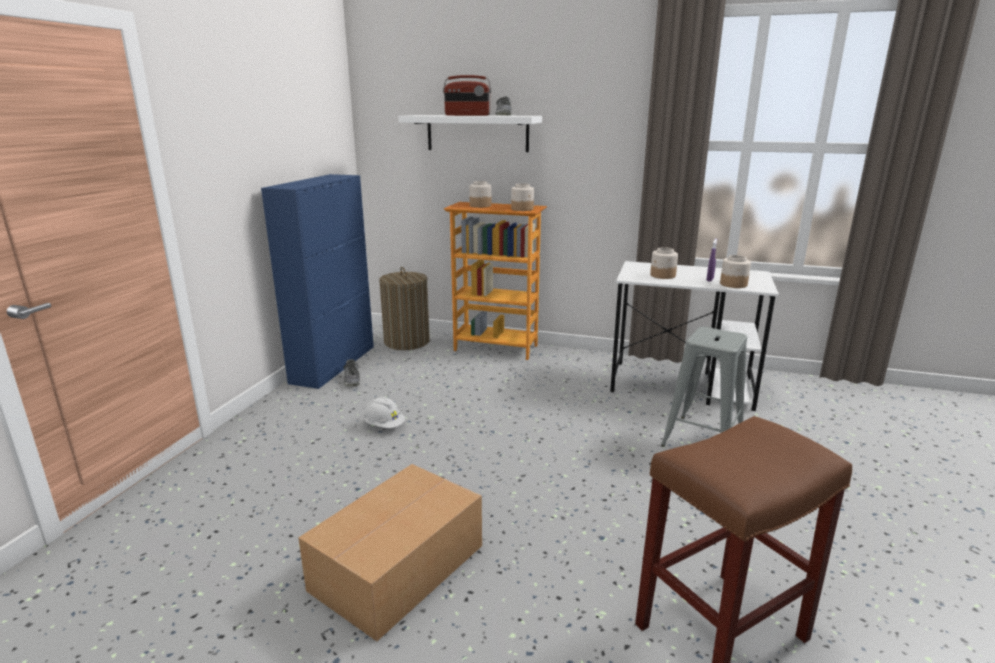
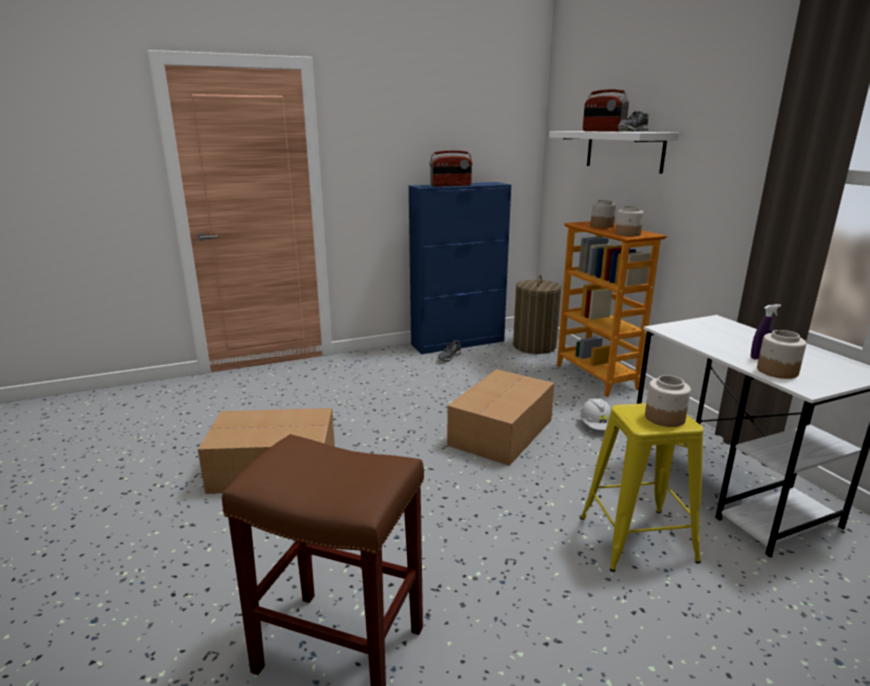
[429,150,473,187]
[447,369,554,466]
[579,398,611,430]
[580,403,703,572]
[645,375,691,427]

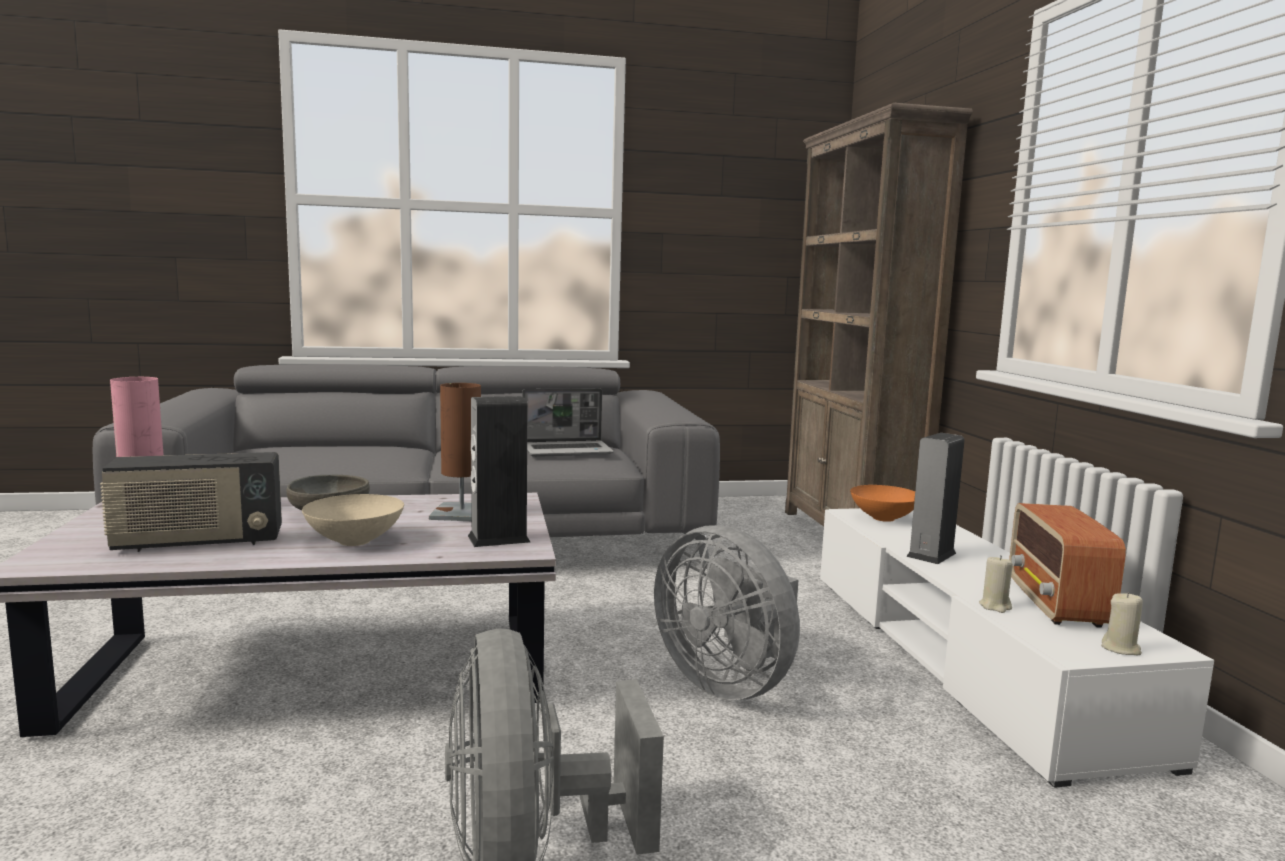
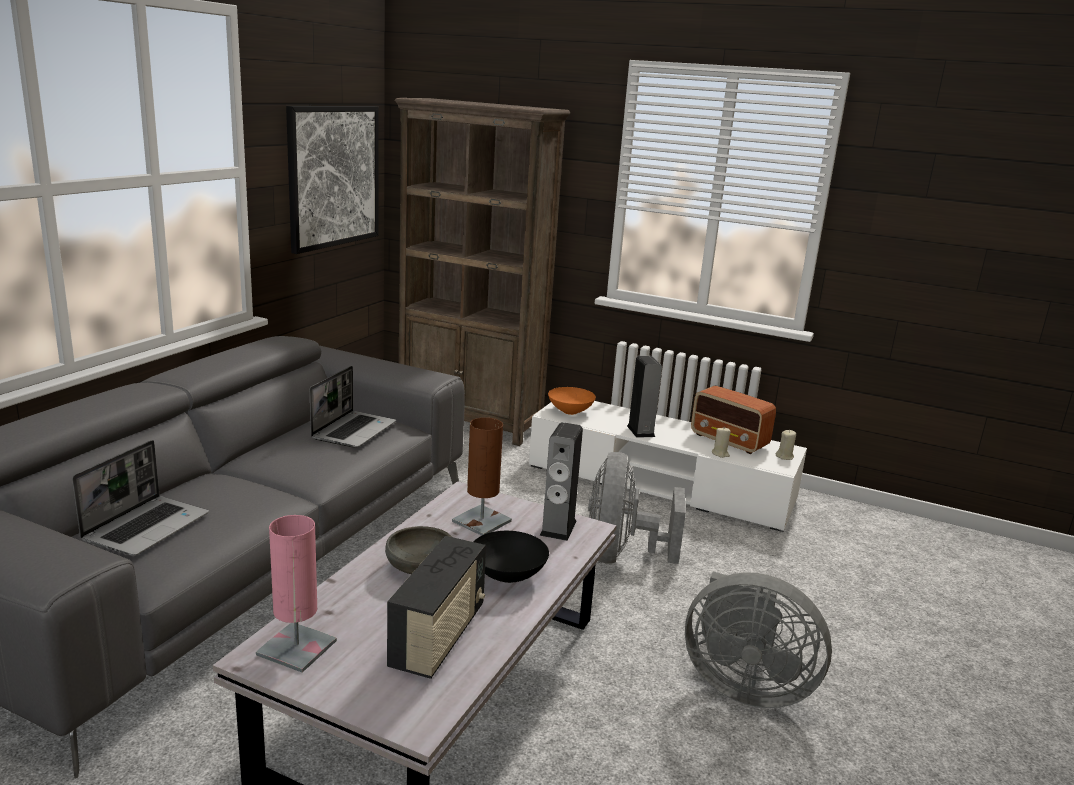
[72,440,209,556]
[286,106,379,254]
[474,531,549,583]
[588,452,686,564]

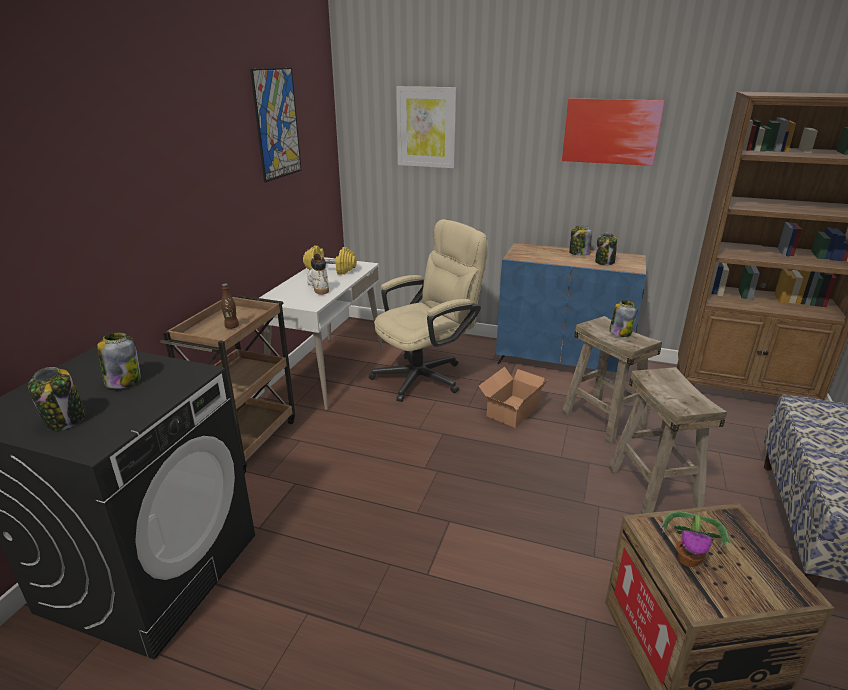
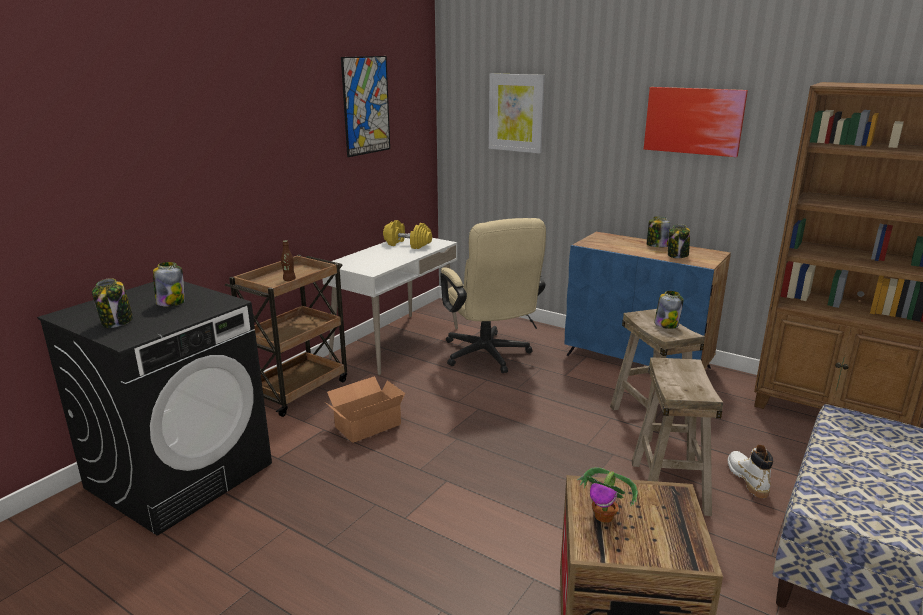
[325,376,406,443]
[440,218,546,373]
[727,445,773,498]

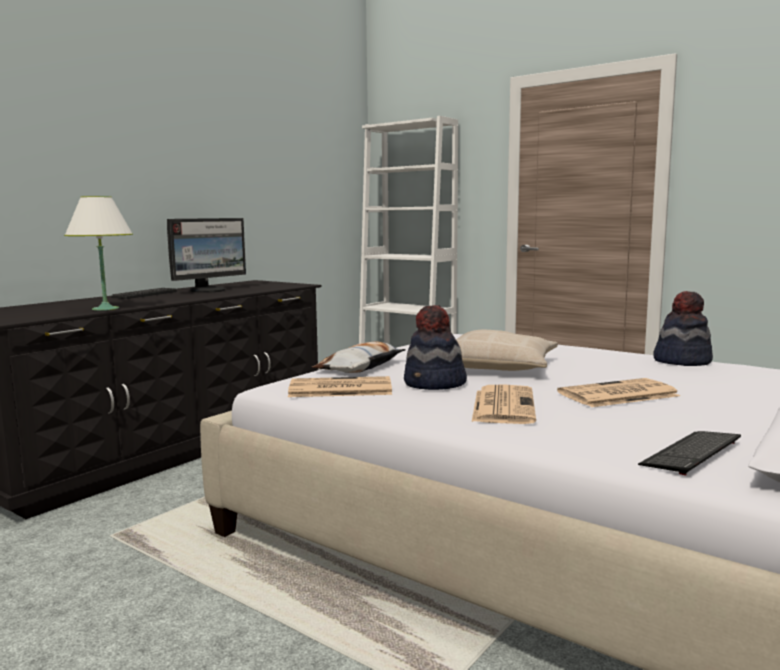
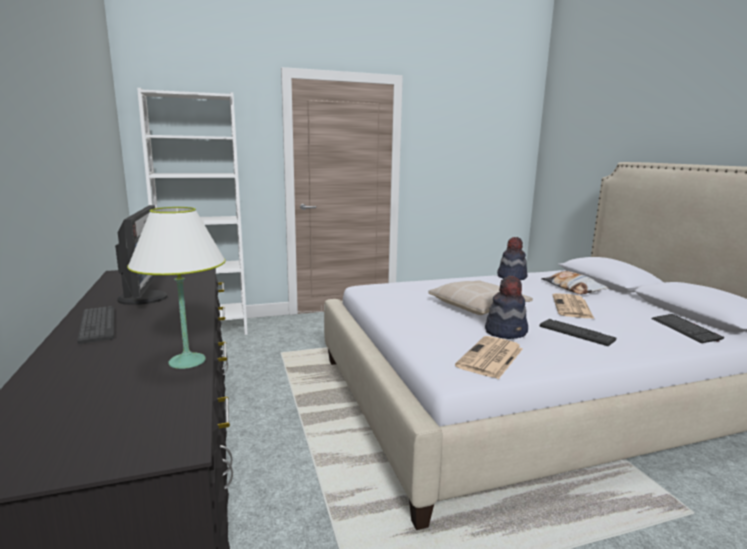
[540,319,616,346]
[541,271,608,295]

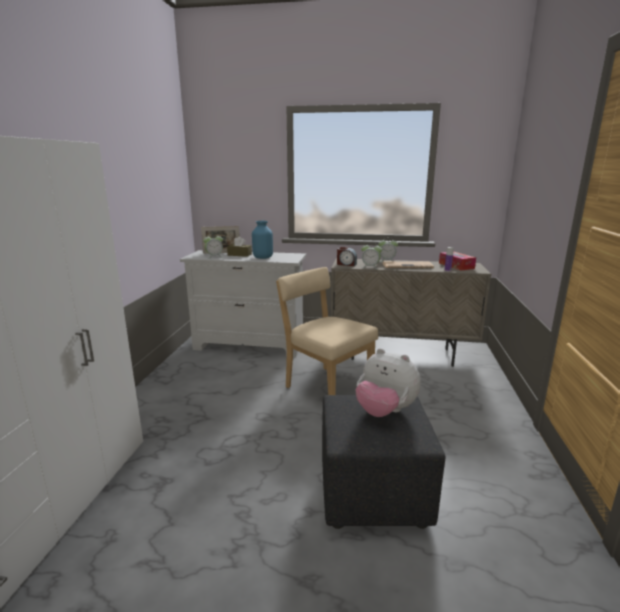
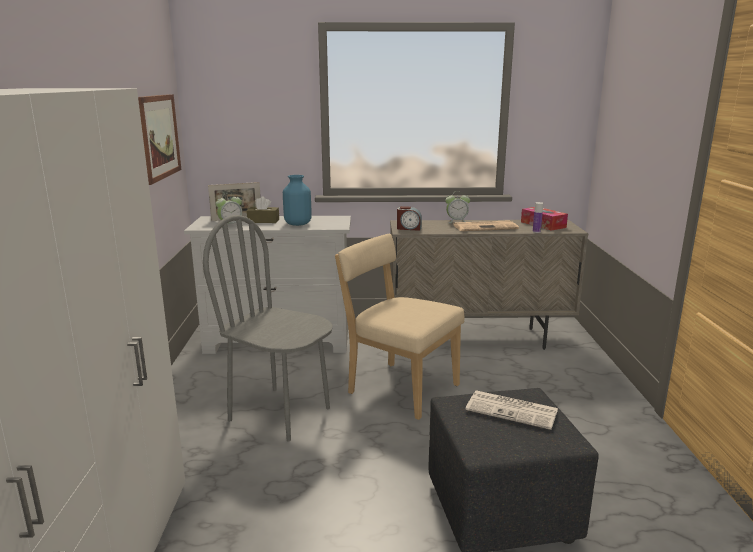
[138,94,181,185]
[203,215,333,441]
[465,391,558,430]
[361,242,382,269] (first image)

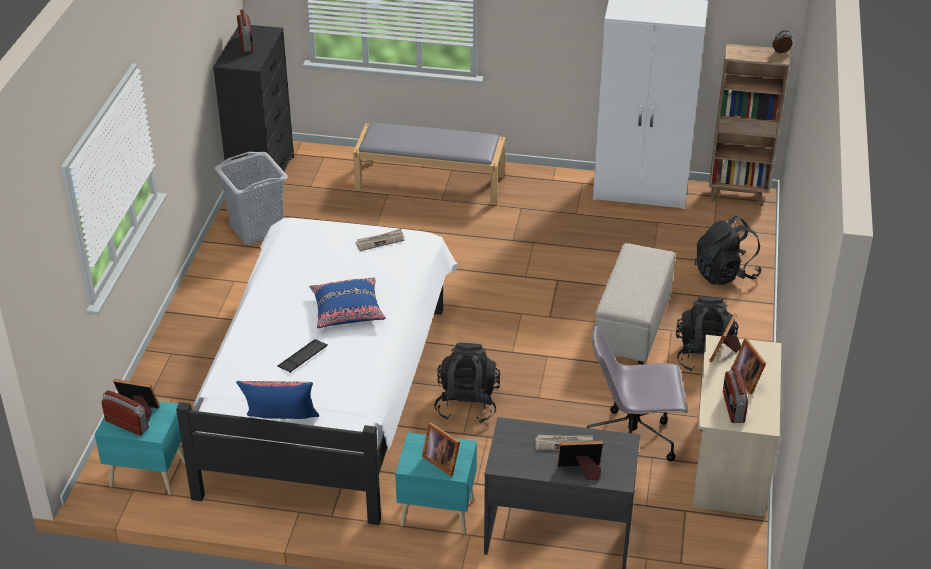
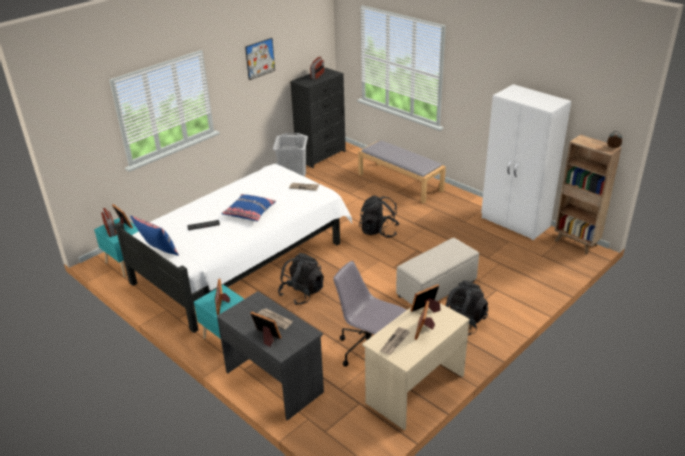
[245,38,275,80]
[359,195,400,238]
[380,327,410,355]

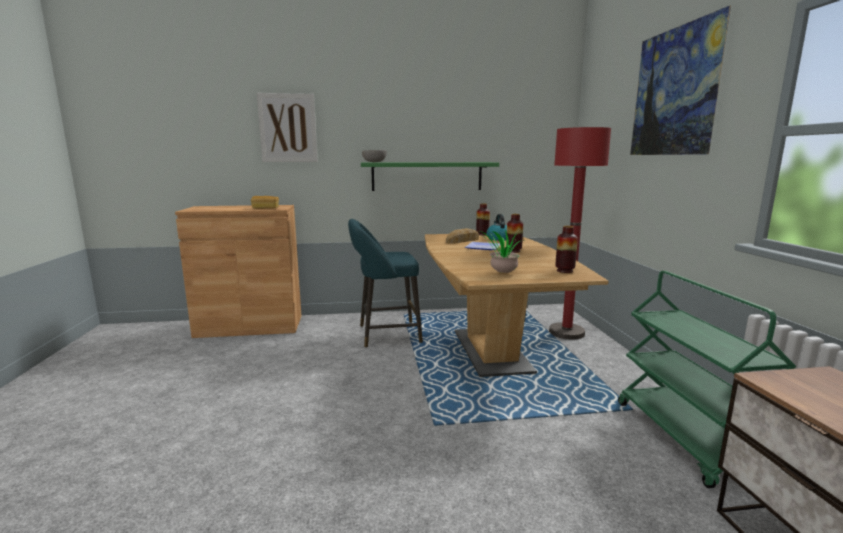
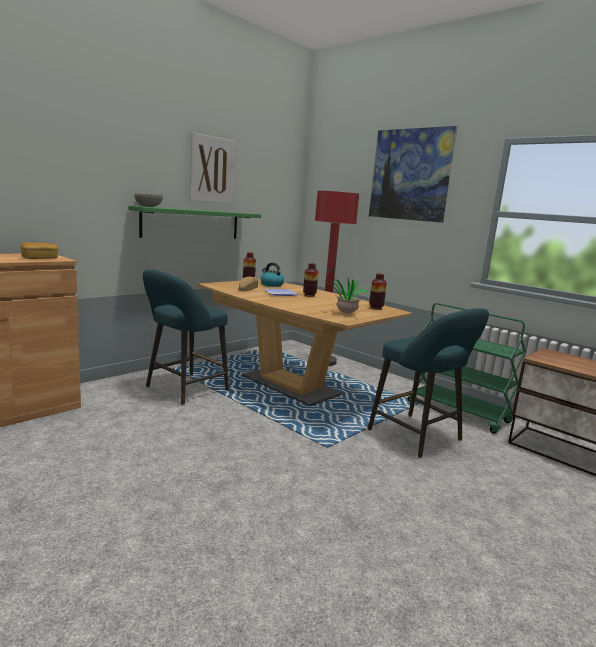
[189,132,235,204]
[368,308,489,458]

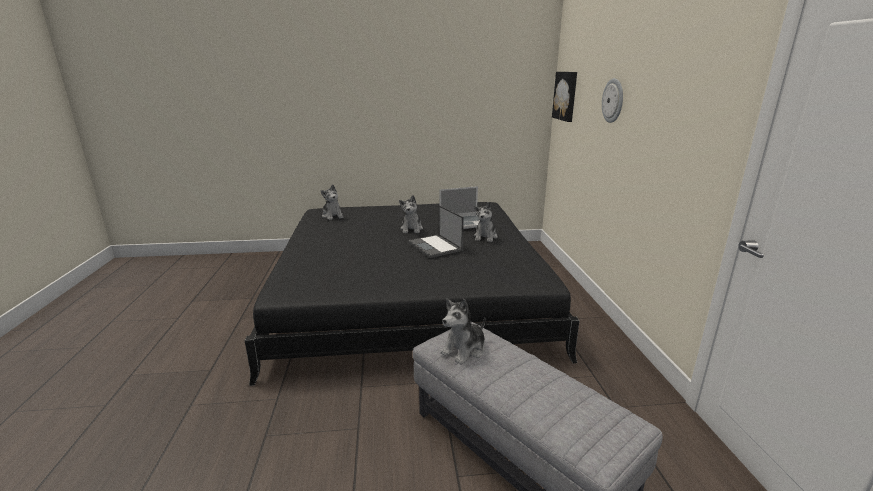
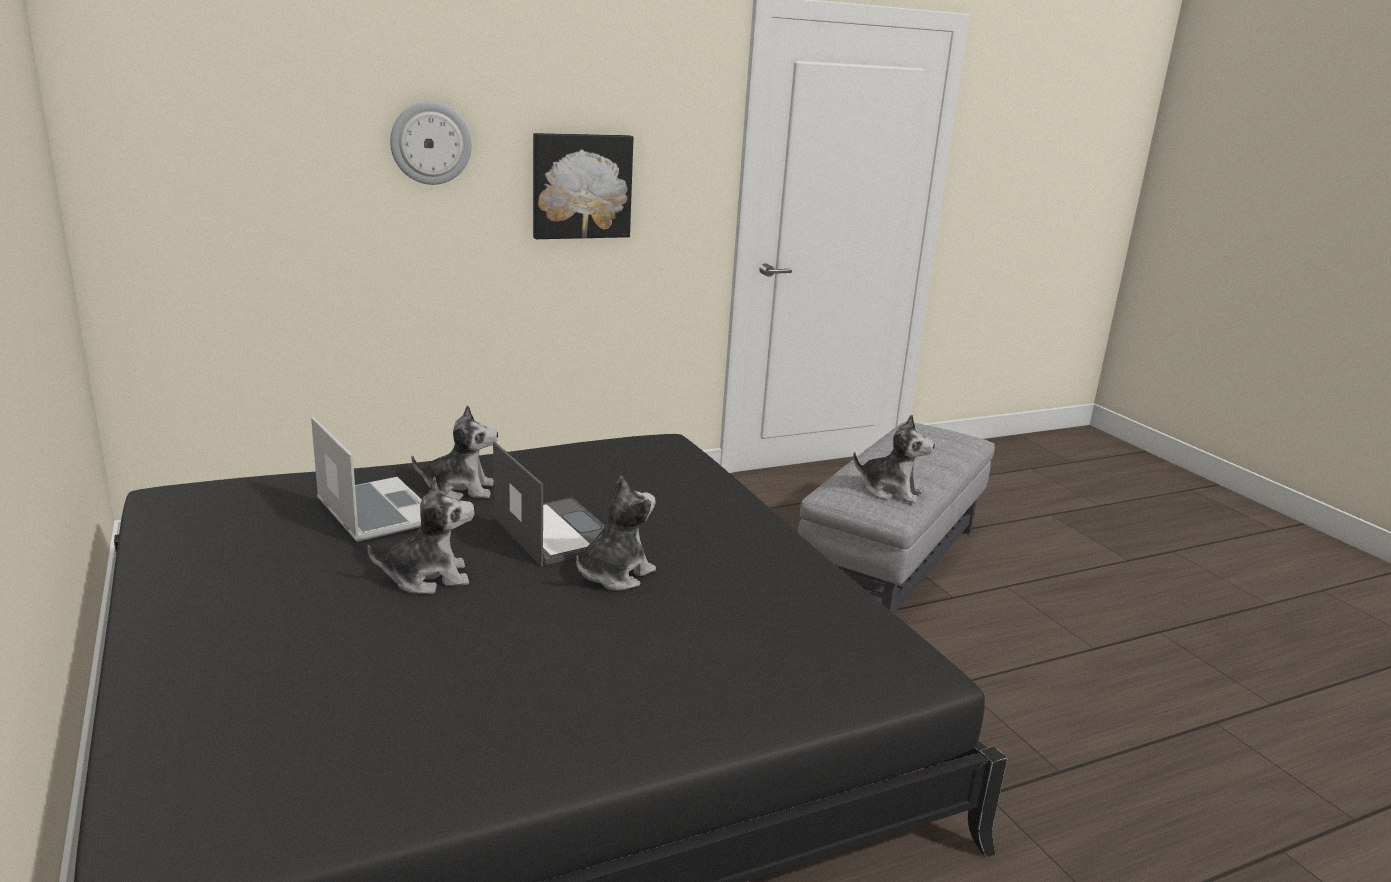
[493,442,605,566]
[533,133,633,239]
[576,475,656,591]

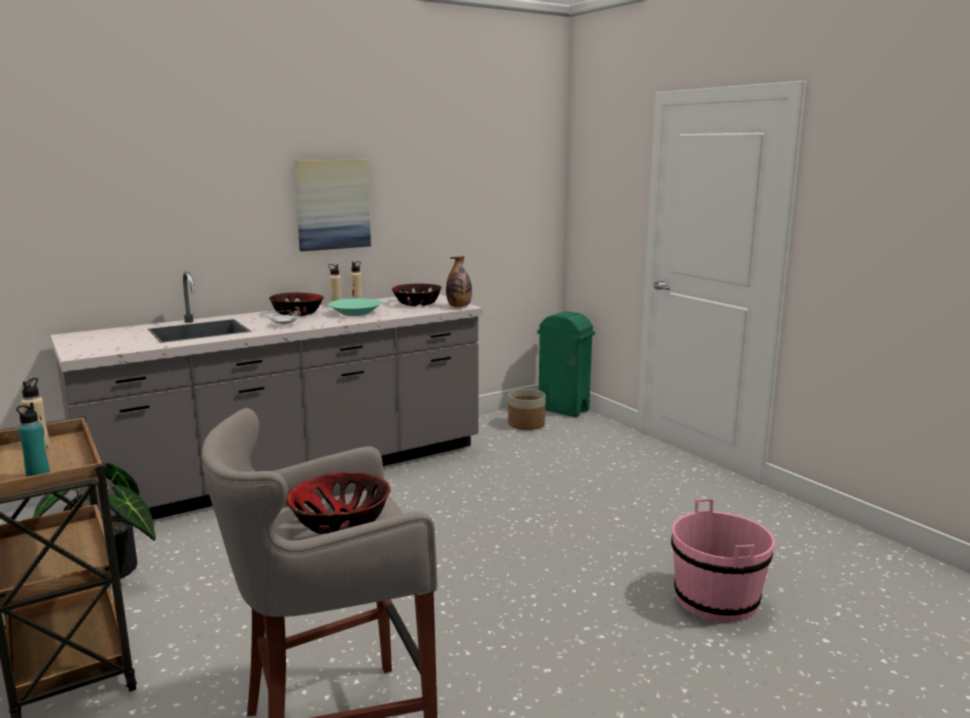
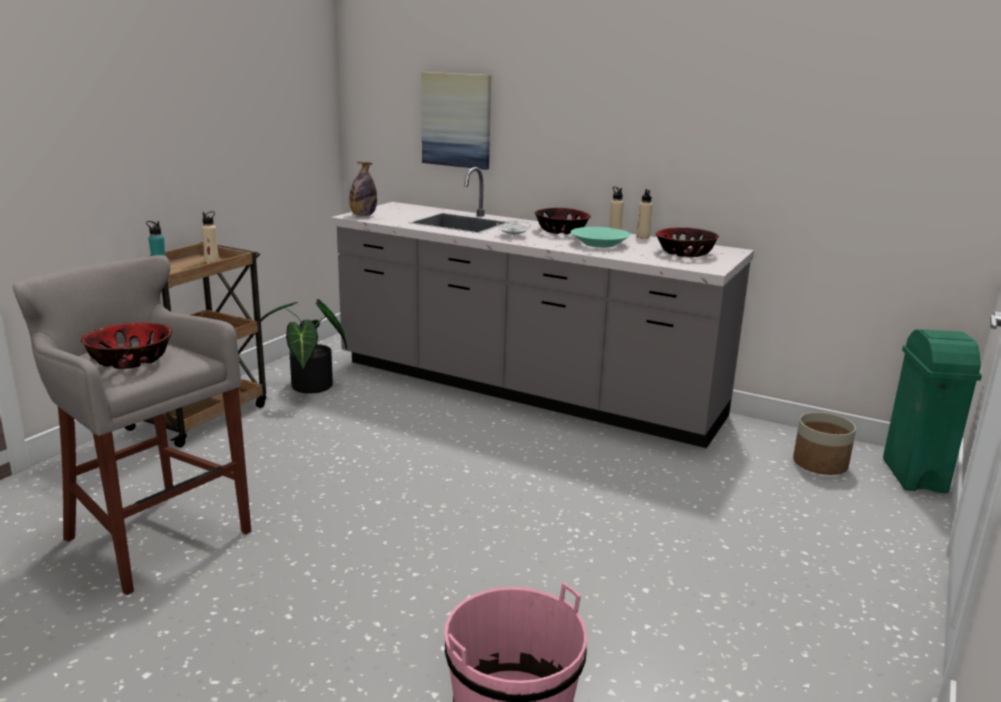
[349,162,377,216]
[422,72,491,170]

